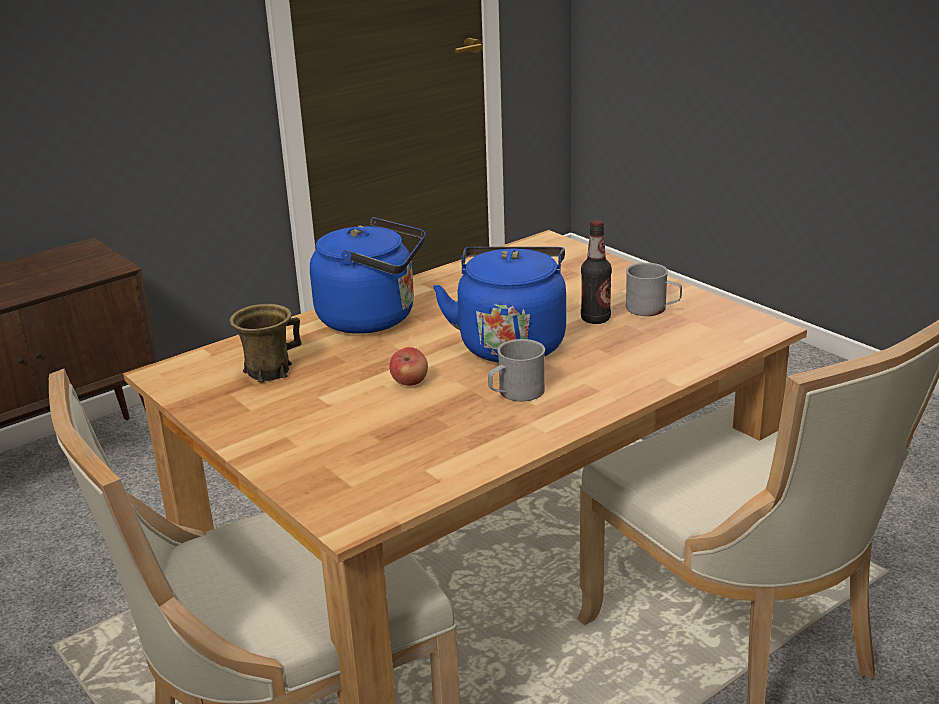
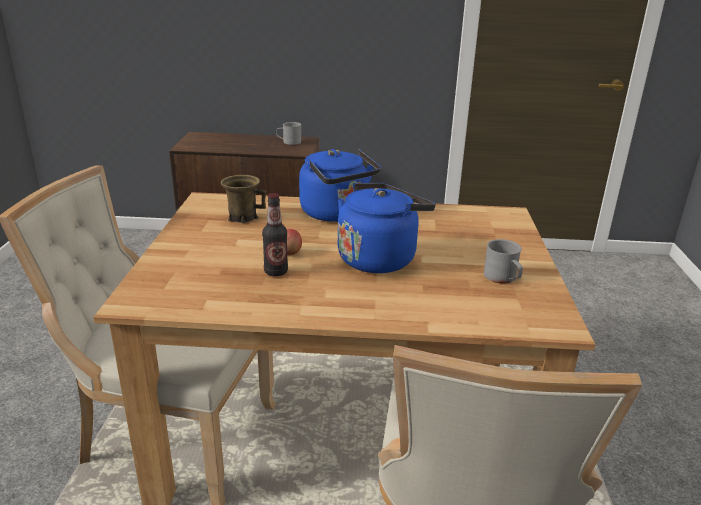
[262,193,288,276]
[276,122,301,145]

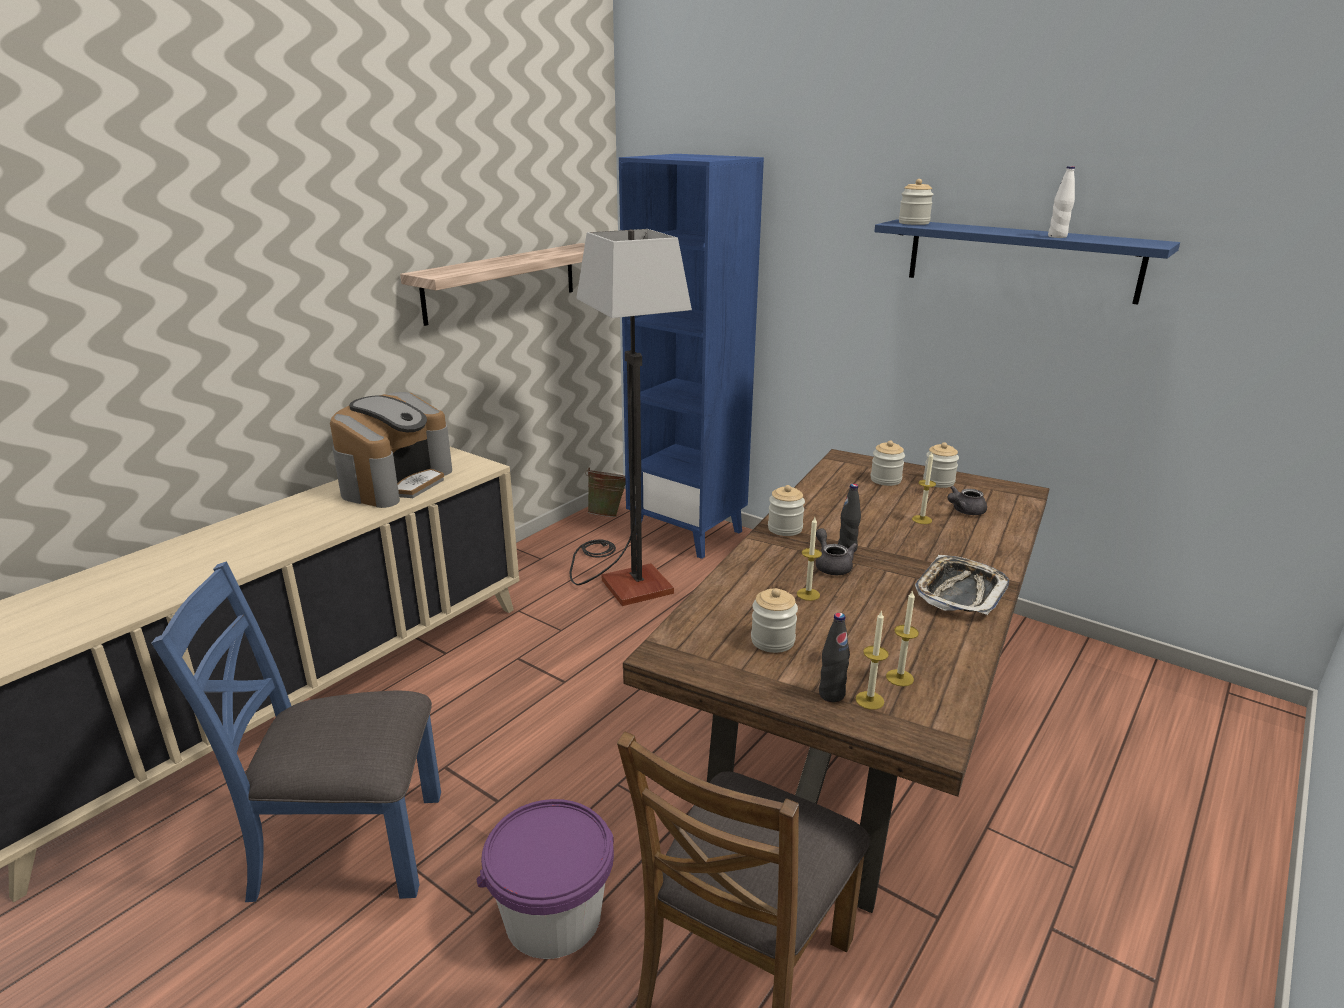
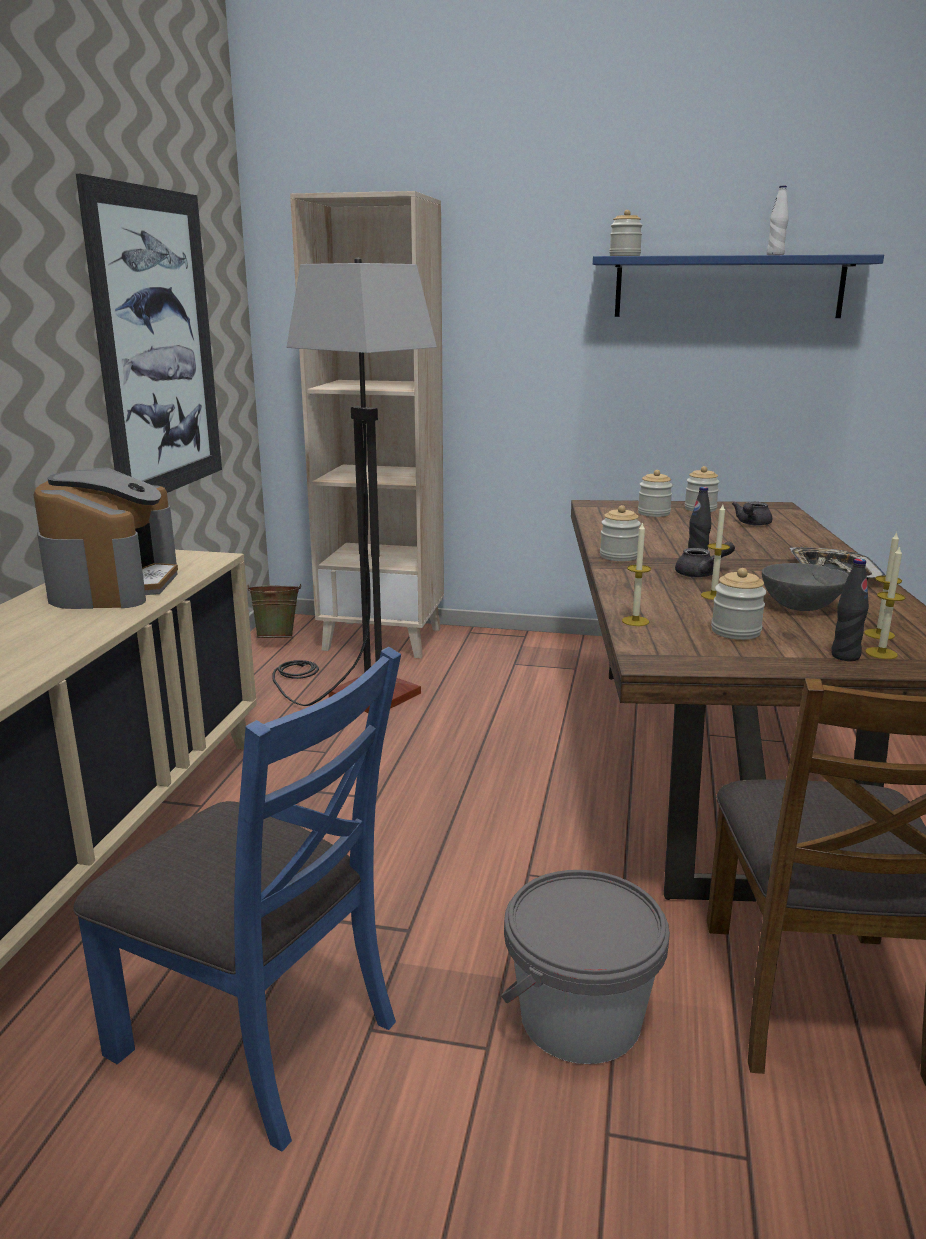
[73,647,401,1152]
[76,174,222,493]
[290,191,444,659]
[501,870,670,1064]
[622,522,651,626]
[675,542,735,578]
[762,563,848,611]

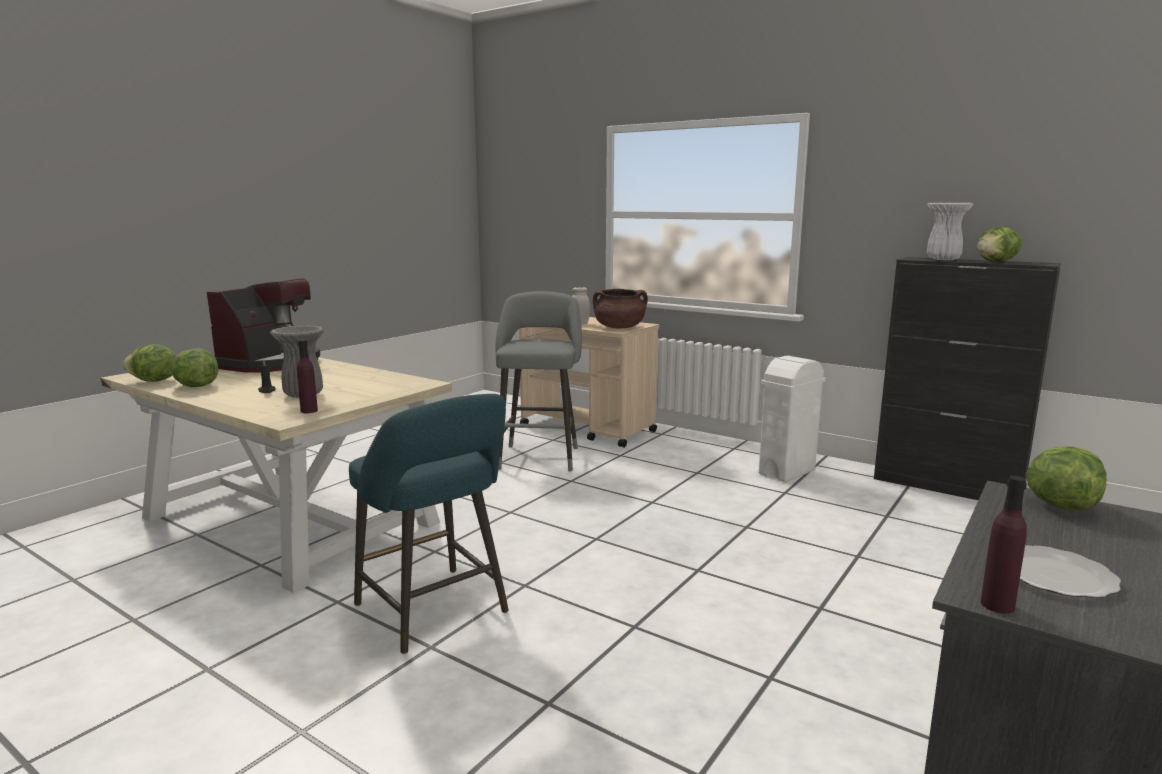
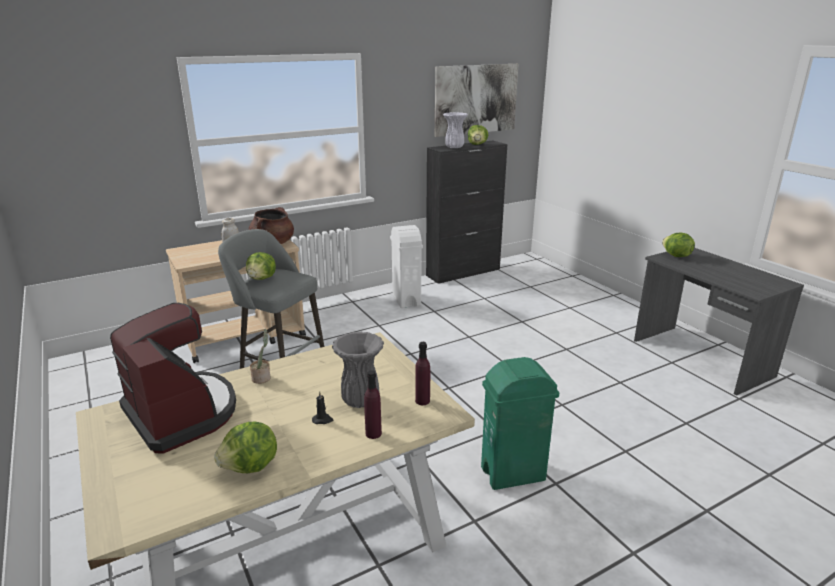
[246,252,276,280]
[250,329,271,384]
[364,370,382,439]
[435,64,518,137]
[481,357,560,490]
[1020,545,1121,598] (first image)

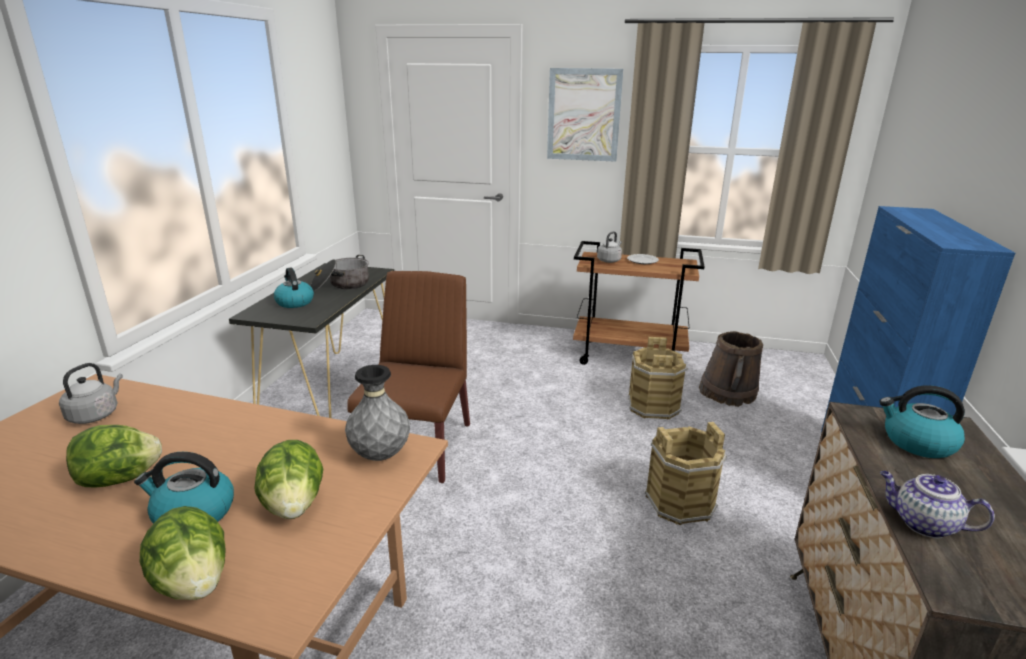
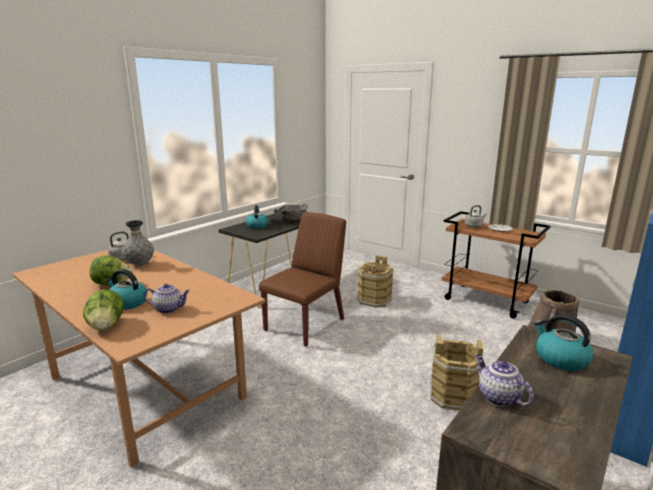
[122,220,154,266]
[144,284,190,313]
[357,255,394,308]
[547,68,623,162] (first image)

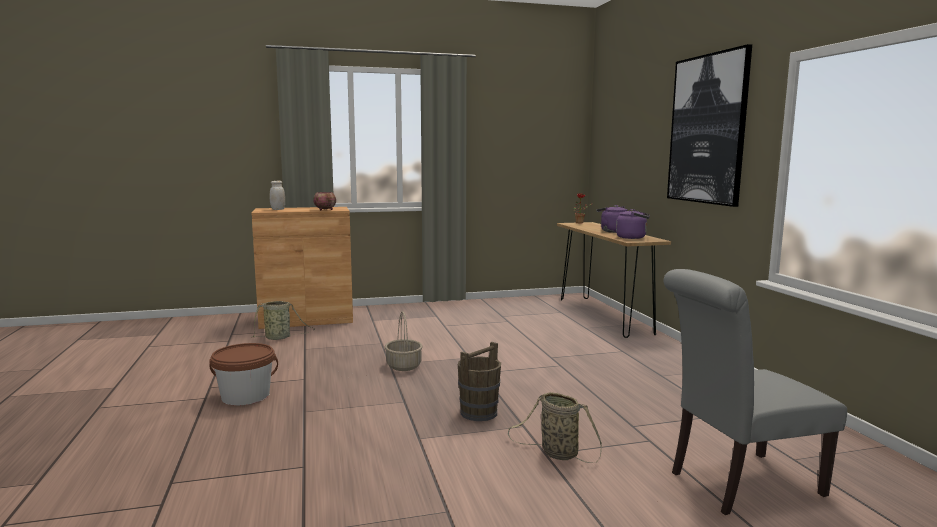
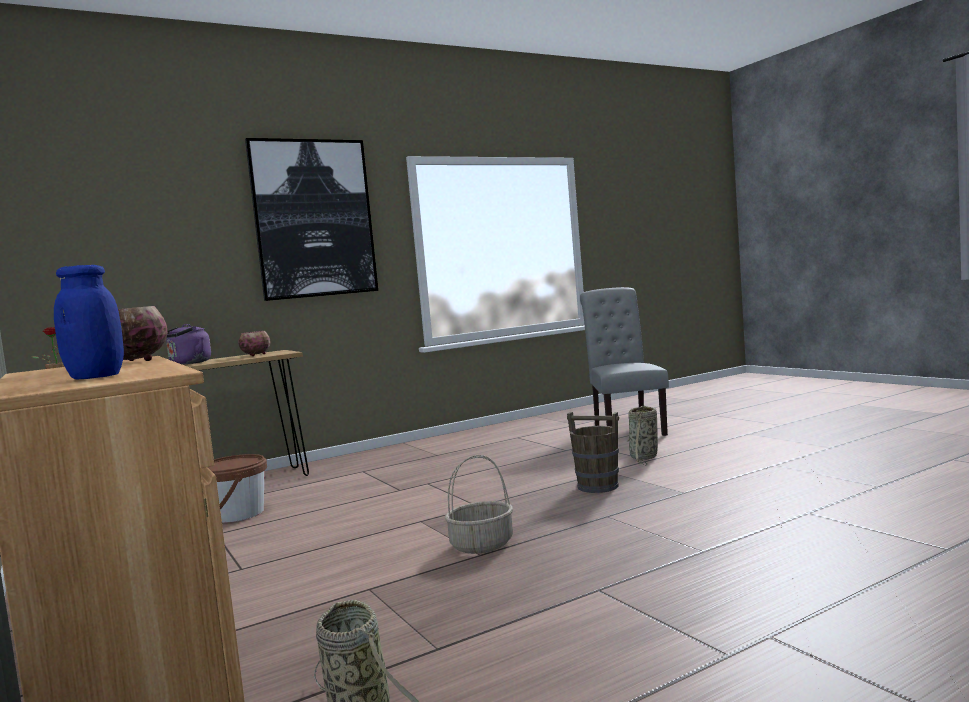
[54,265,124,380]
[208,454,267,523]
[239,331,271,356]
[580,287,669,436]

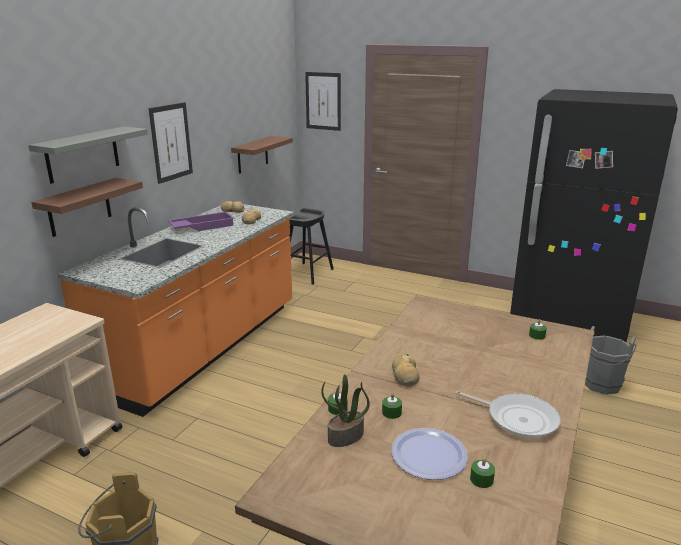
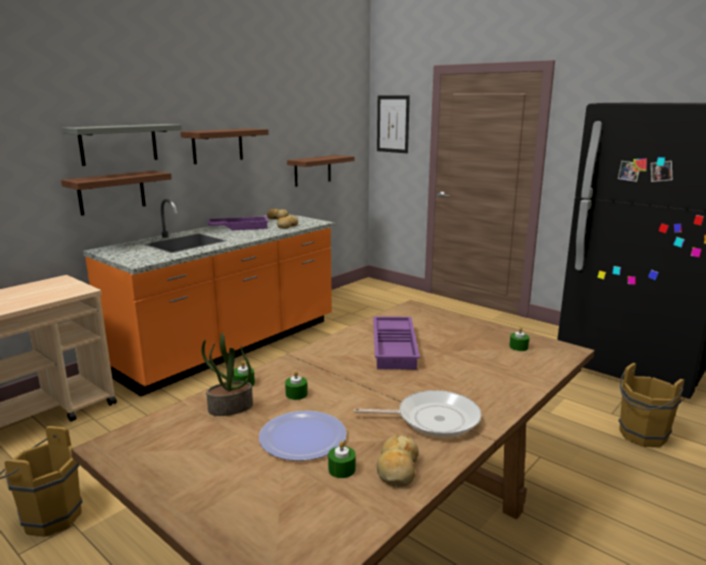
[181,128,269,164]
[354,390,482,437]
[373,316,420,369]
[377,435,419,487]
[619,363,684,447]
[289,208,334,285] (first image)

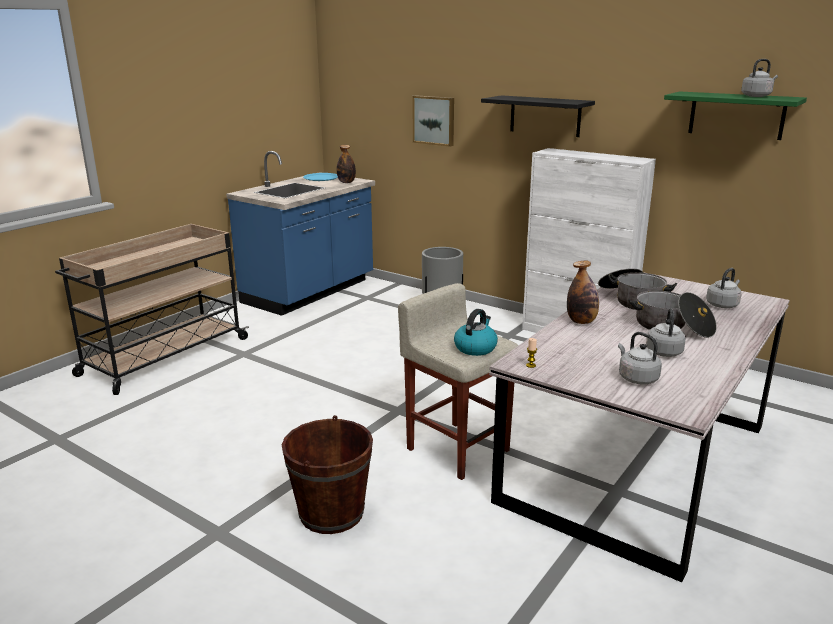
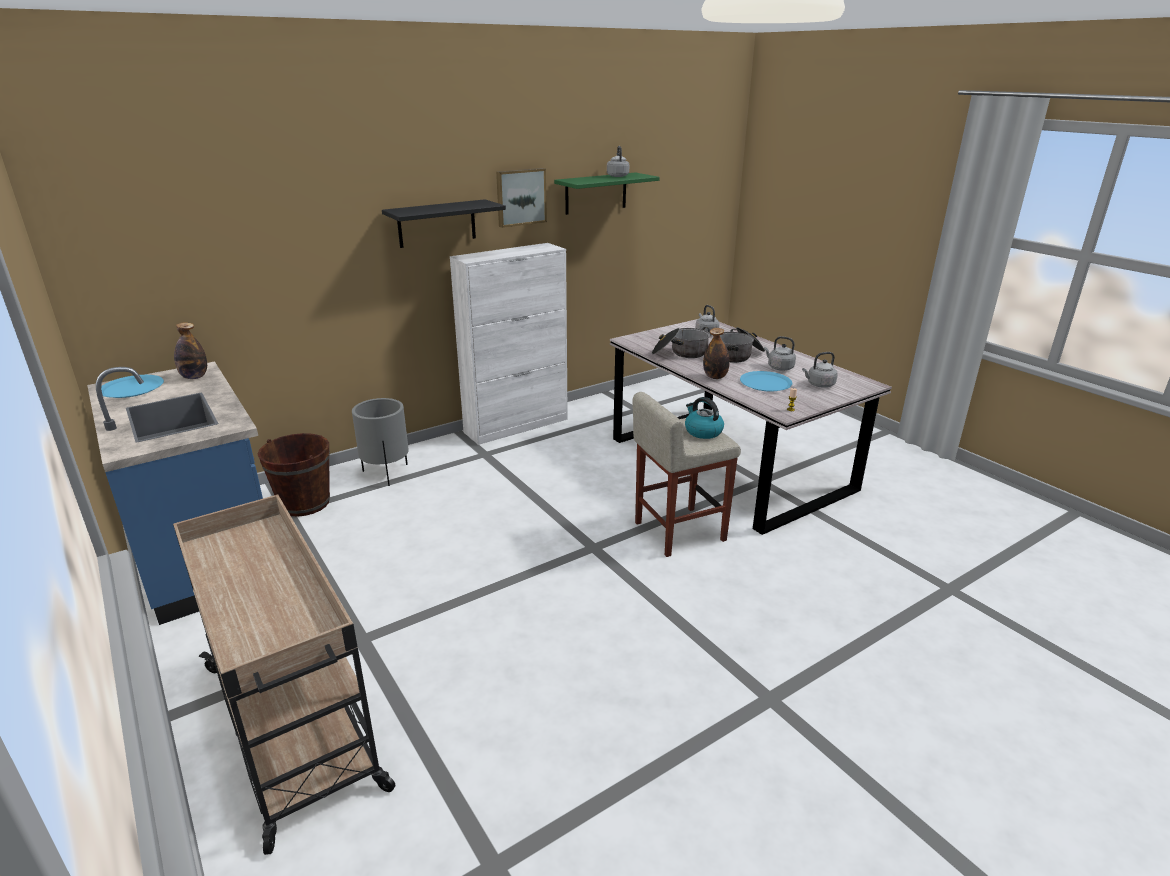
[257,433,330,516]
[496,168,547,228]
[740,371,792,392]

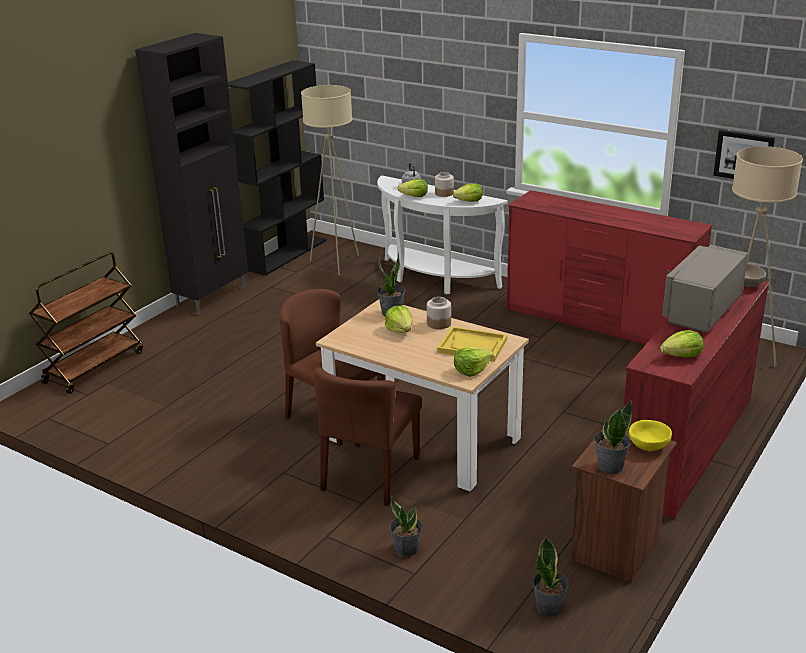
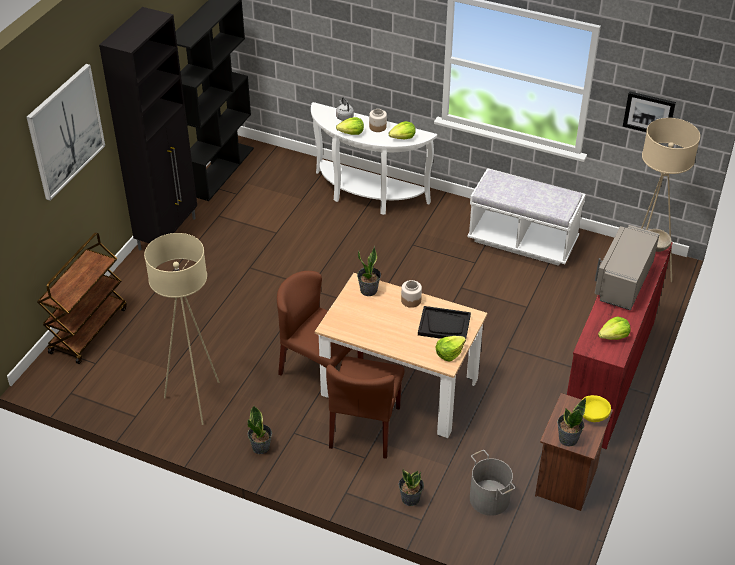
[27,64,105,201]
[144,233,219,425]
[248,406,272,454]
[418,306,471,339]
[467,168,586,266]
[470,450,515,516]
[385,305,413,333] (first image)

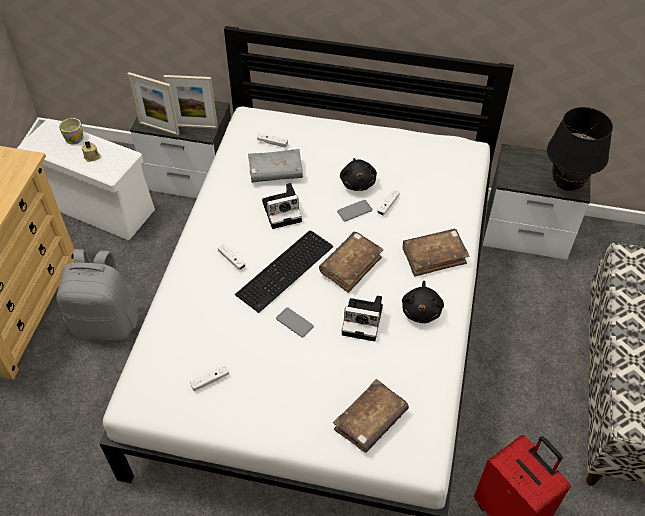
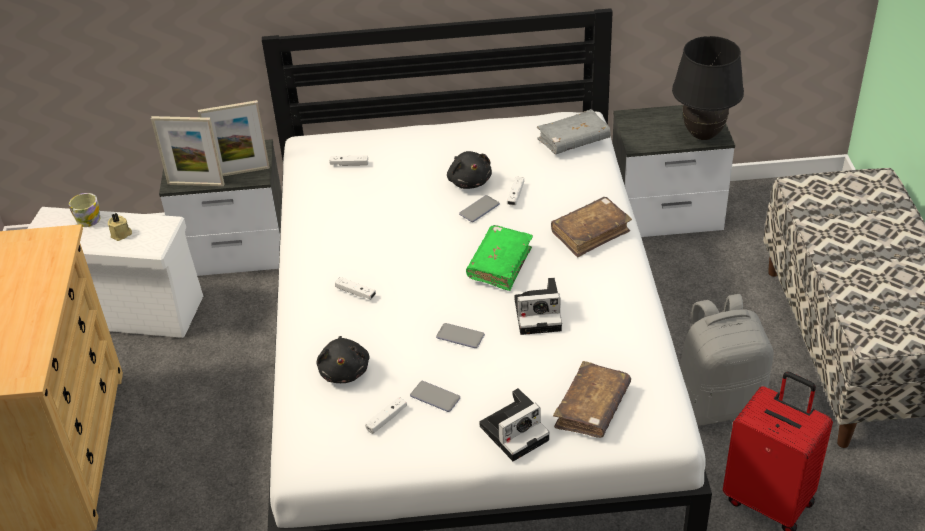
[316,336,369,383]
[410,381,460,412]
[466,225,533,291]
[479,388,550,461]
[536,109,611,154]
[680,294,773,425]
[235,230,333,313] (first image)

